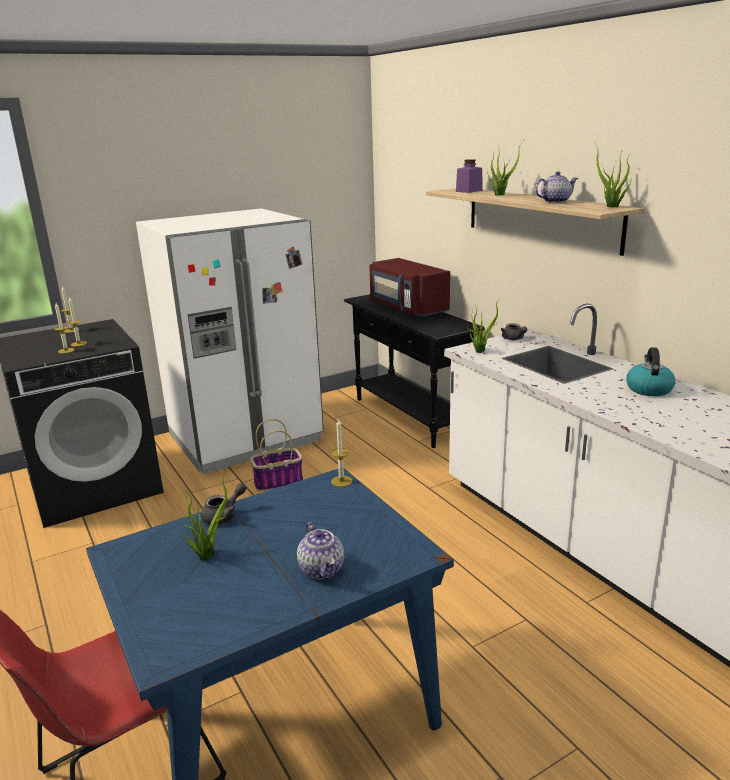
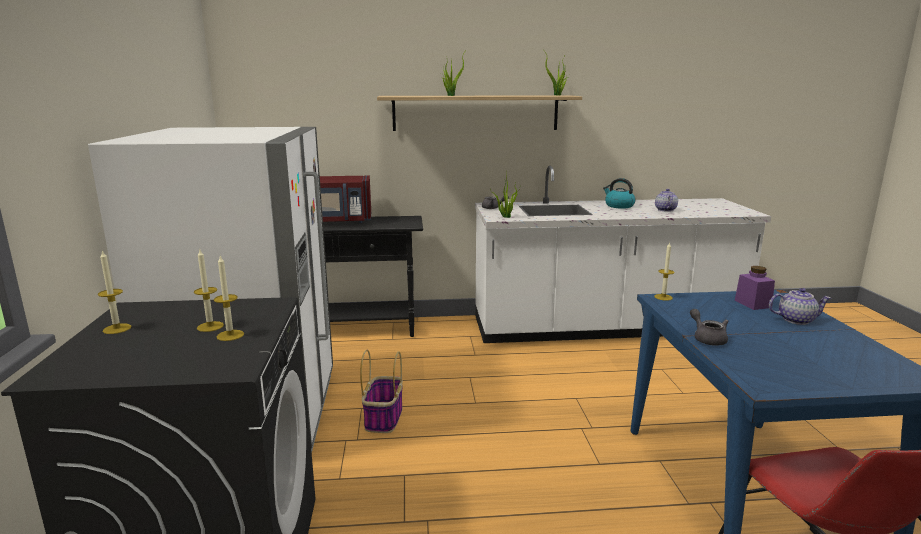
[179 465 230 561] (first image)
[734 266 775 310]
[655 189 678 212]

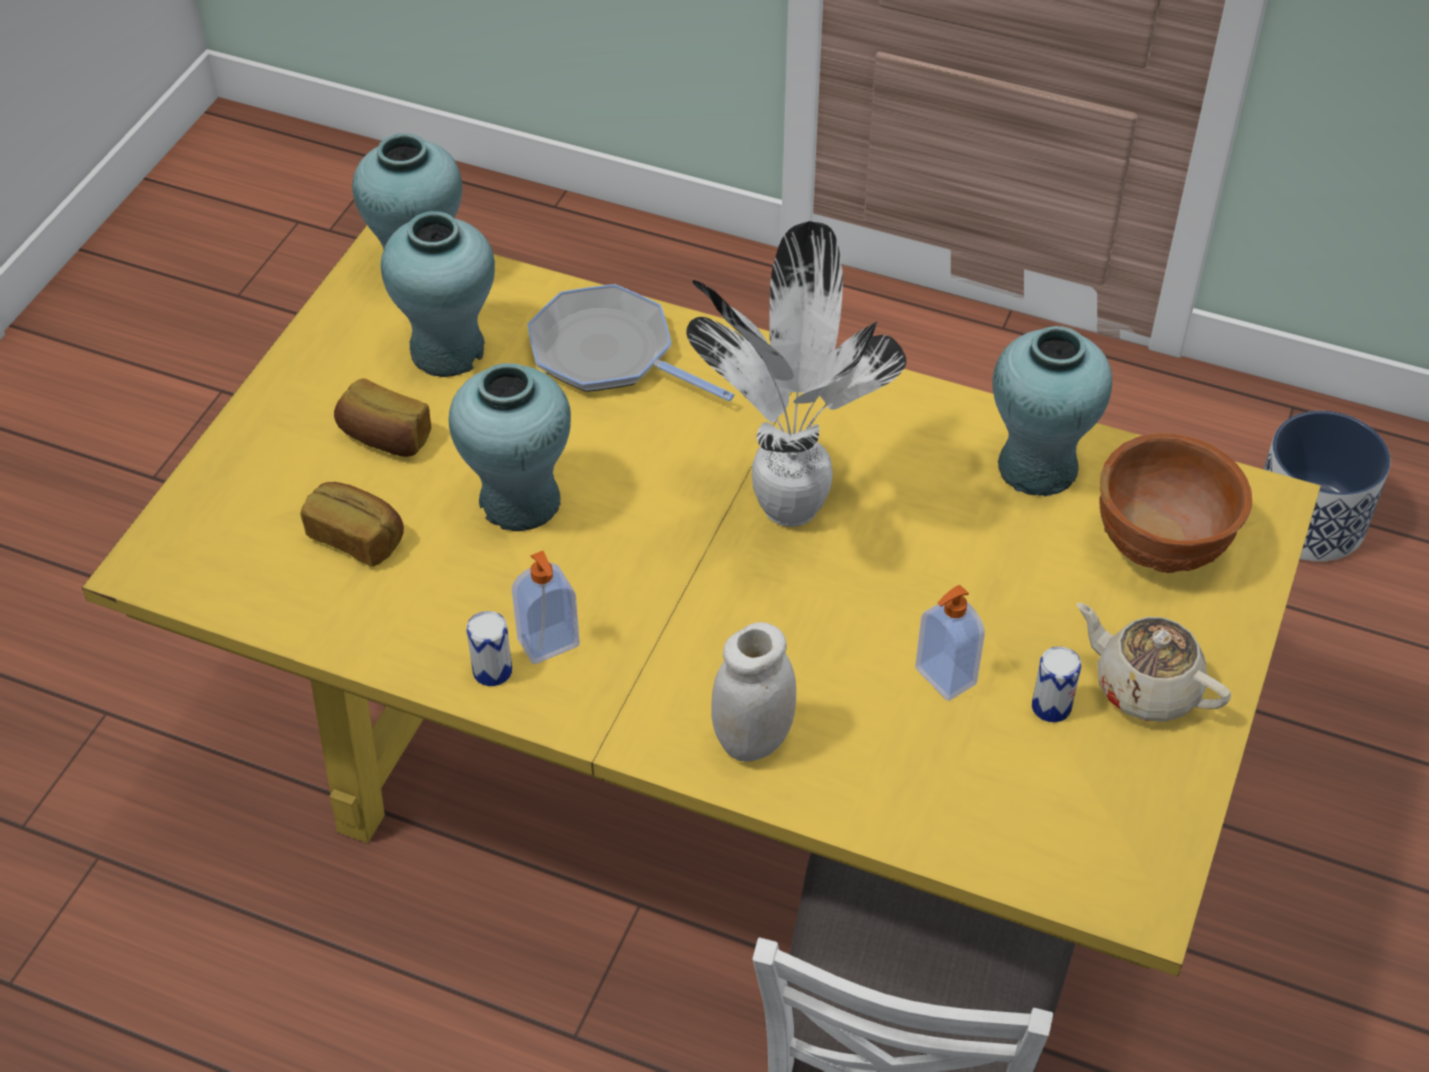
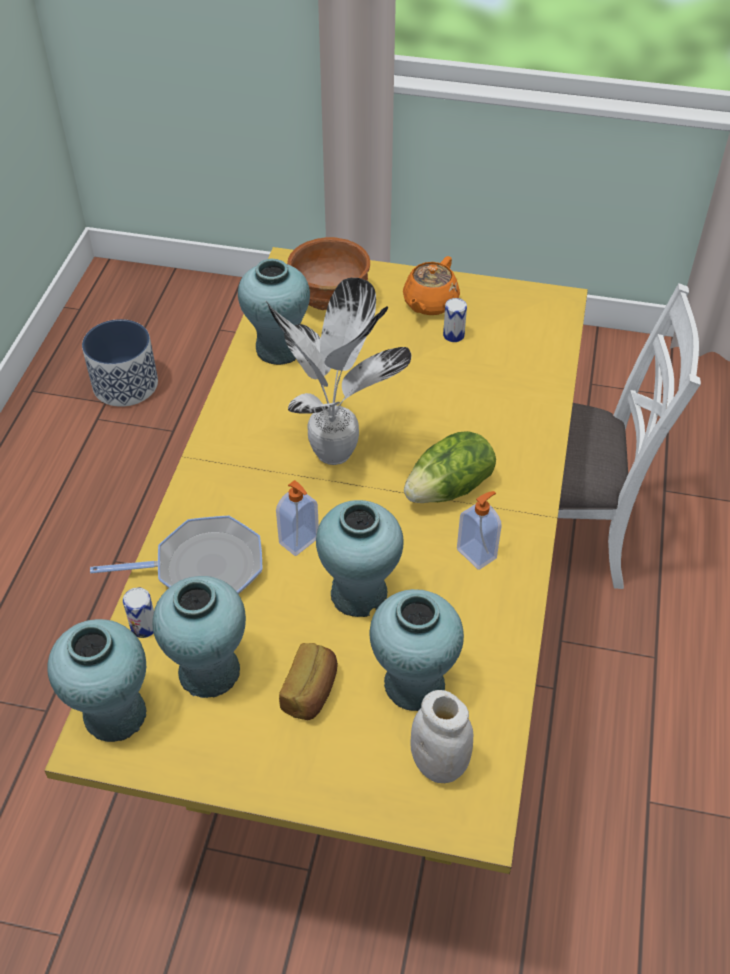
[404 431 496 503]
[123 587 154 638]
[410 690 473 783]
[276 480 319 556]
[369 589 464 711]
[403 256 460 315]
[90 515 262 594]

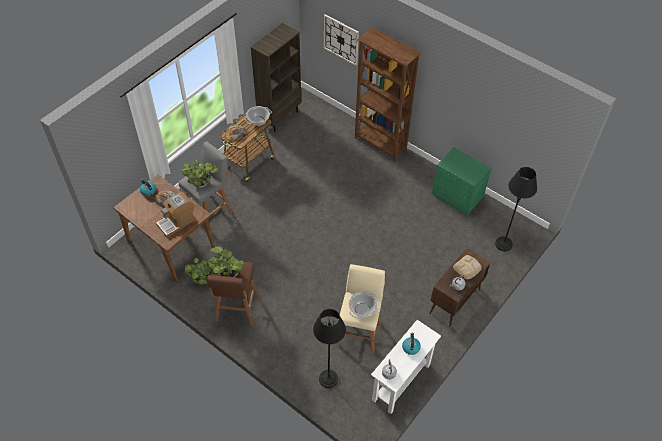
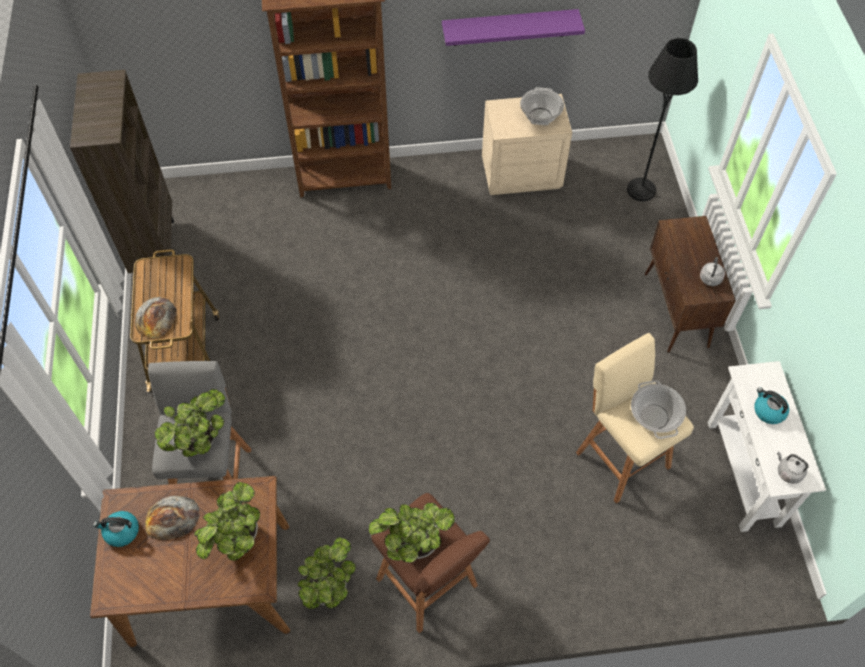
[313 309 346 388] (first image)
[324 14 359 66] (first image)
[453 255 482 279] (first image)
[442 9 585 46]
[520 87 564 126]
[194 482 260 561]
[482 94 572 195]

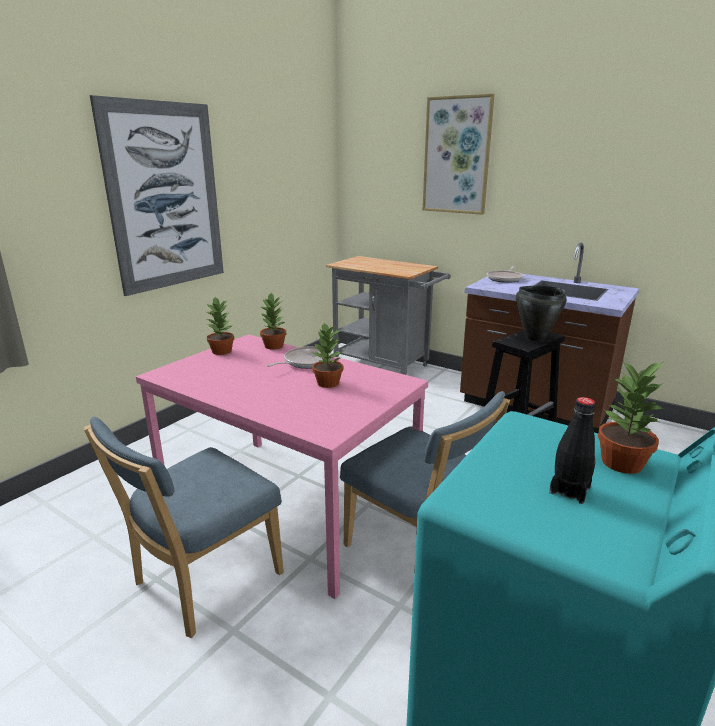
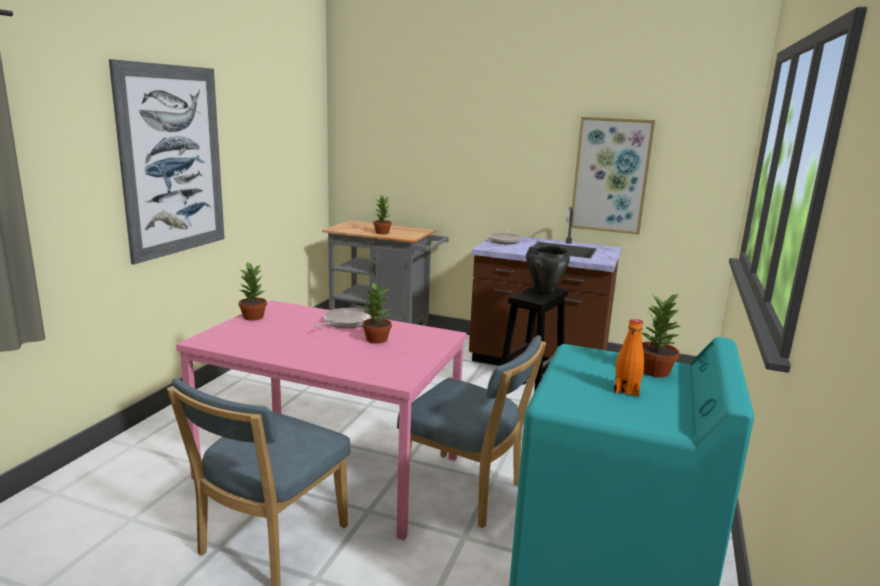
[373 195 392 234]
[572 117 655 235]
[613 319 644 397]

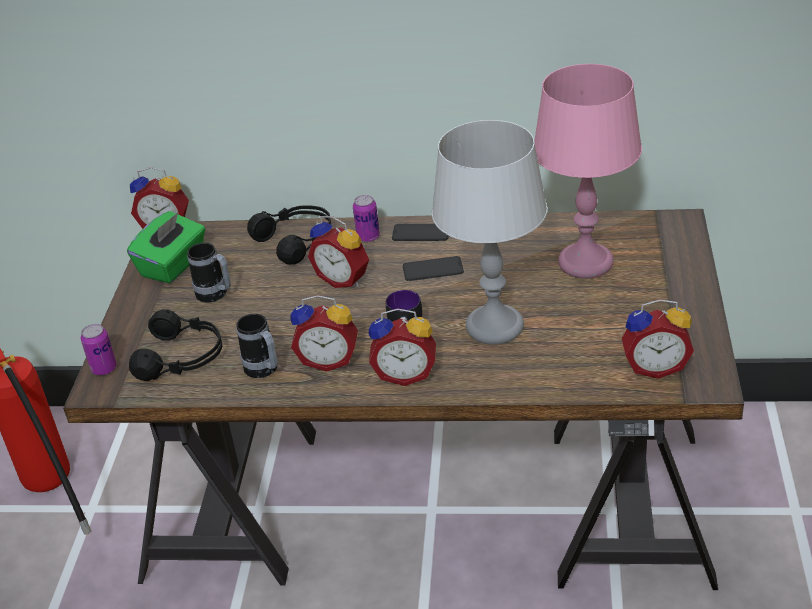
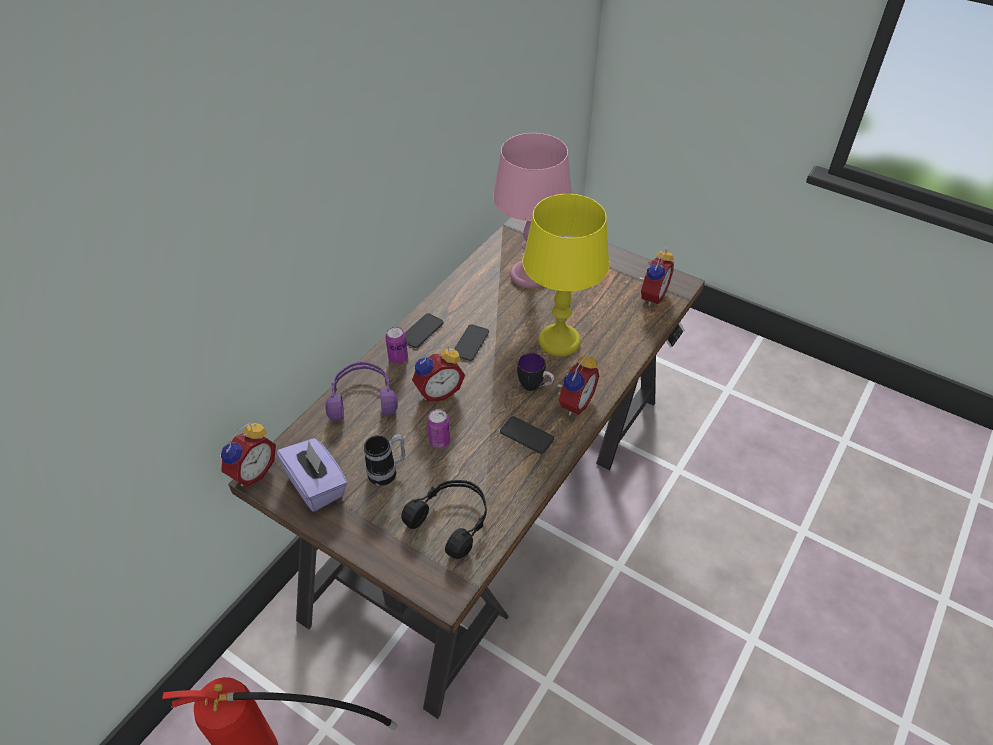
[236 314 278 378] (first image)
[427 409 450 449]
[500 416 554 454]
[276 438 347 512]
[325 362 398 421]
[522 194 610 357]

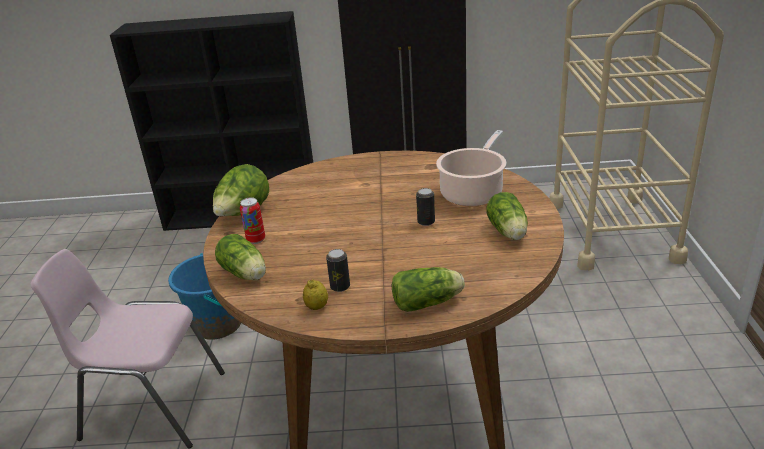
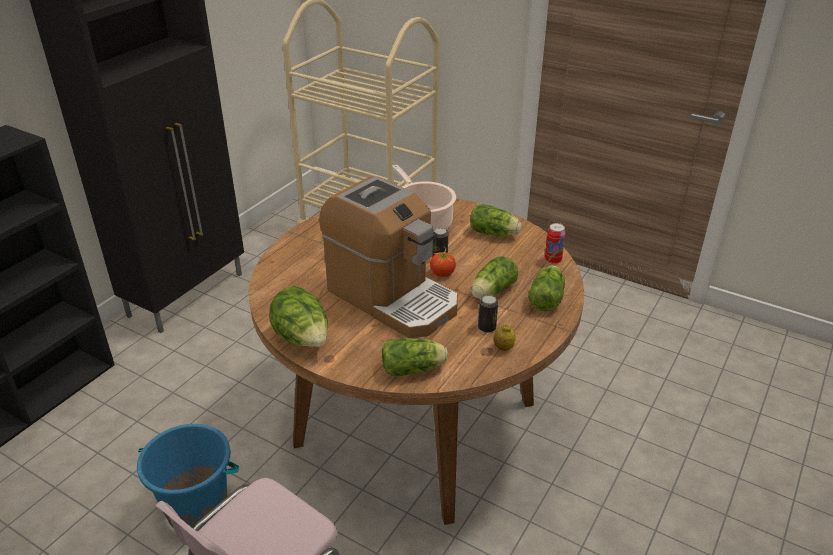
[319 176 458 338]
[430 248 456 277]
[471 256 518 299]
[545 223 566 264]

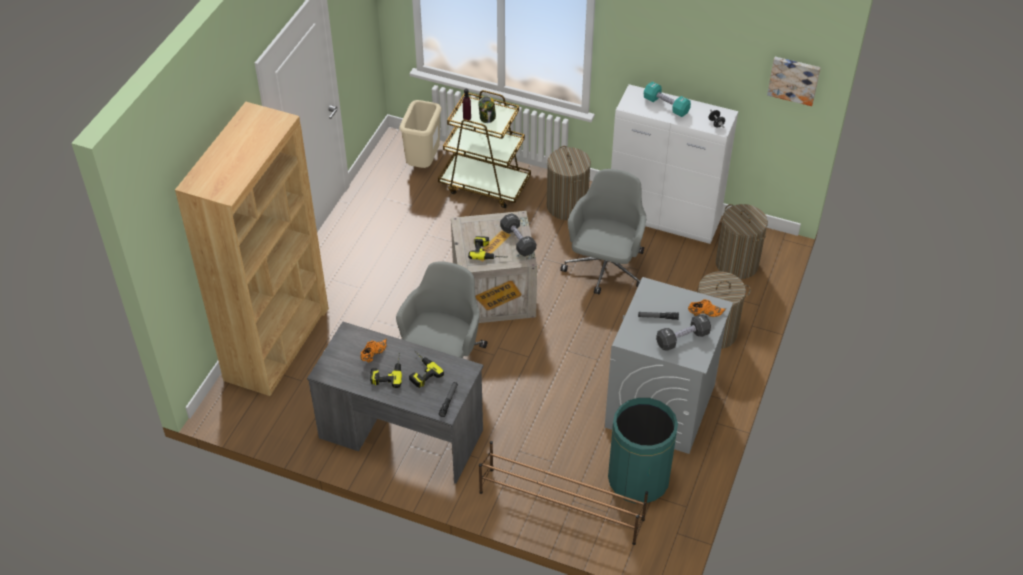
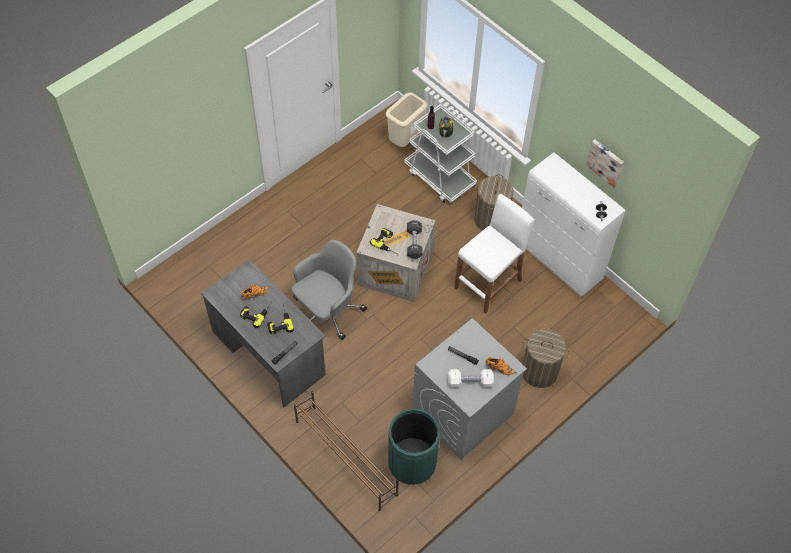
[175 102 329 396] (first image)
[644 82 691 117] (first image)
[716 204 768 279] (first image)
[586 139 624 188]
[454 194 534 314]
[404 104 477 203]
[448 369 494 387]

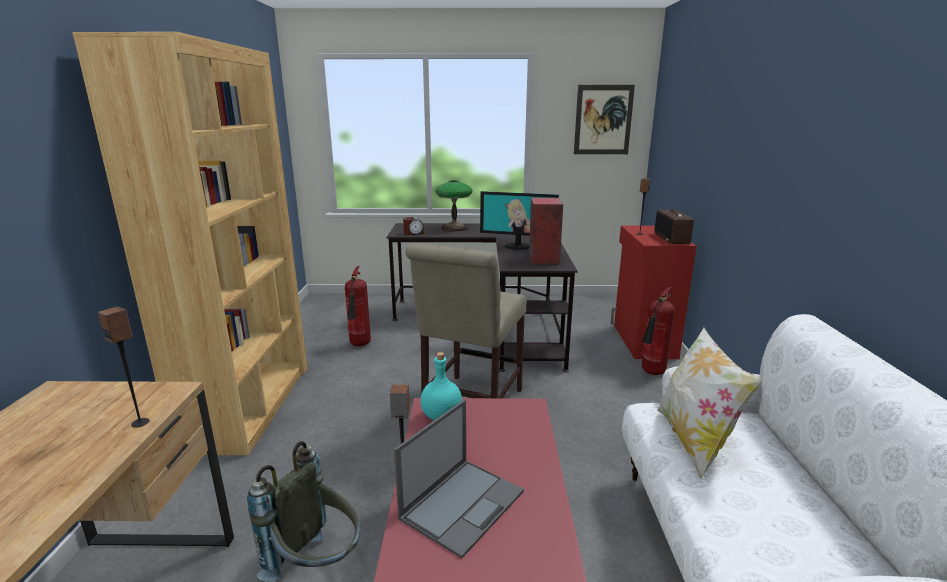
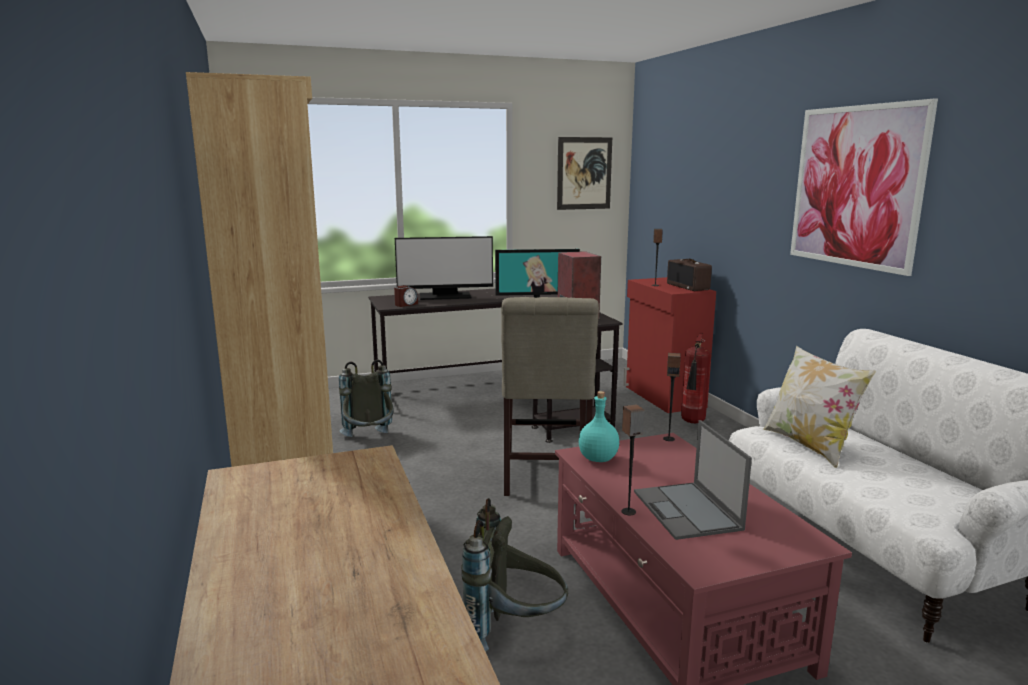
[790 98 938 276]
[663 353 681 441]
[339 359 394 437]
[395 236 493 300]
[634 420 752 540]

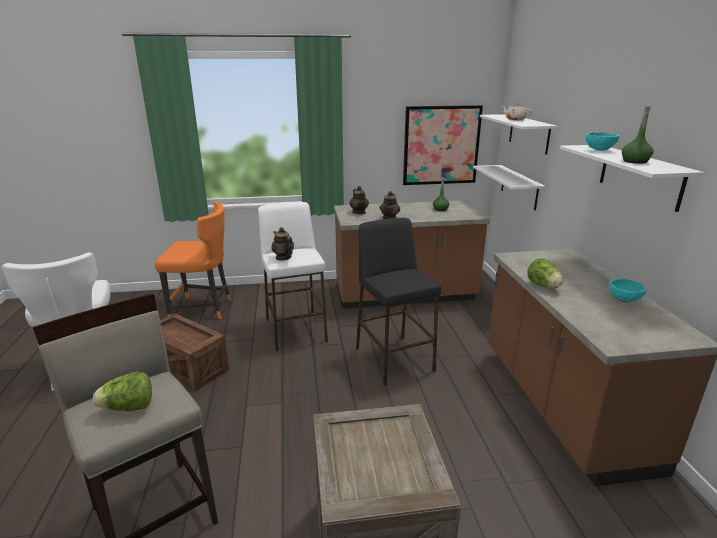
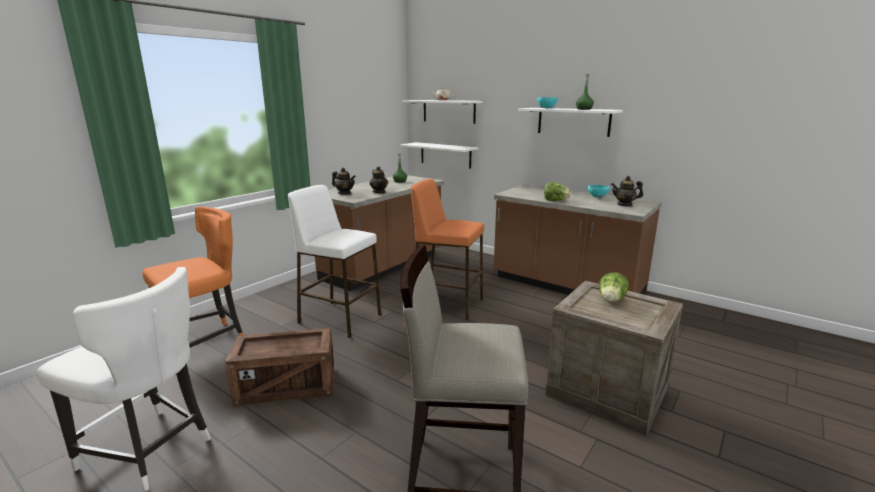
[403 105 483 185] (first image)
[599 272 628 302]
[611 176 643 206]
[411 179 484 320]

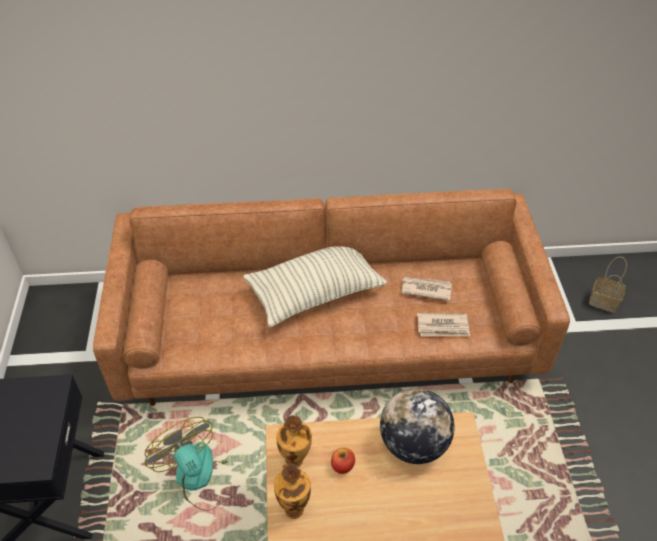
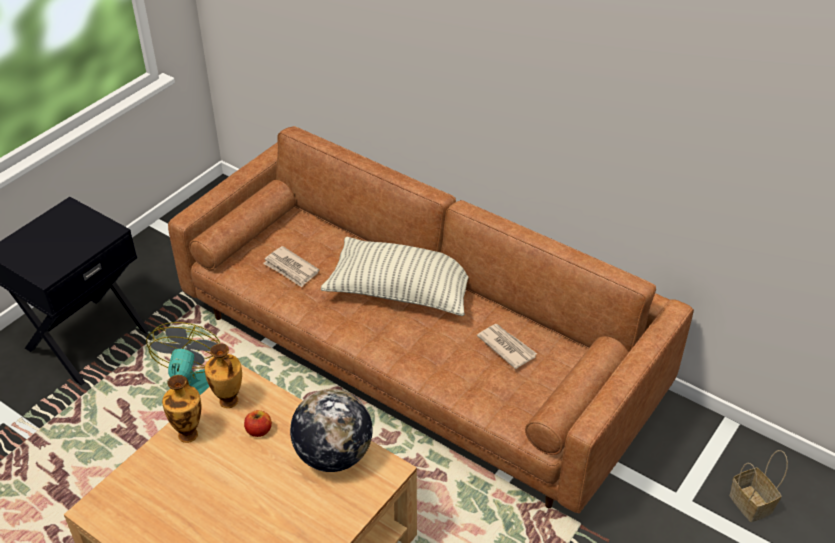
[263 246 319 287]

